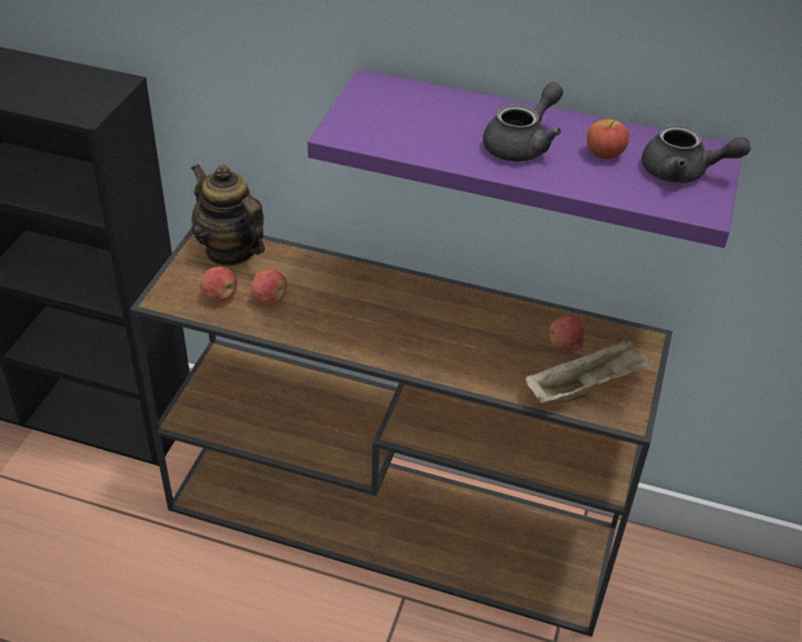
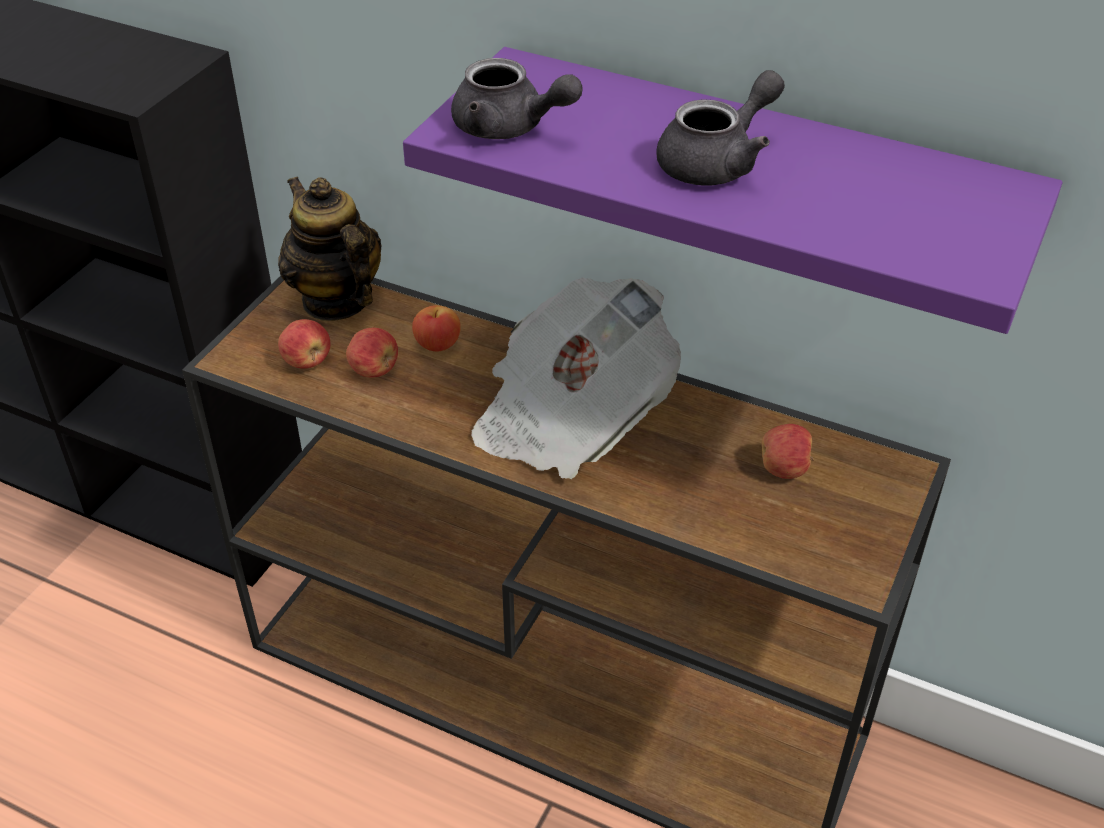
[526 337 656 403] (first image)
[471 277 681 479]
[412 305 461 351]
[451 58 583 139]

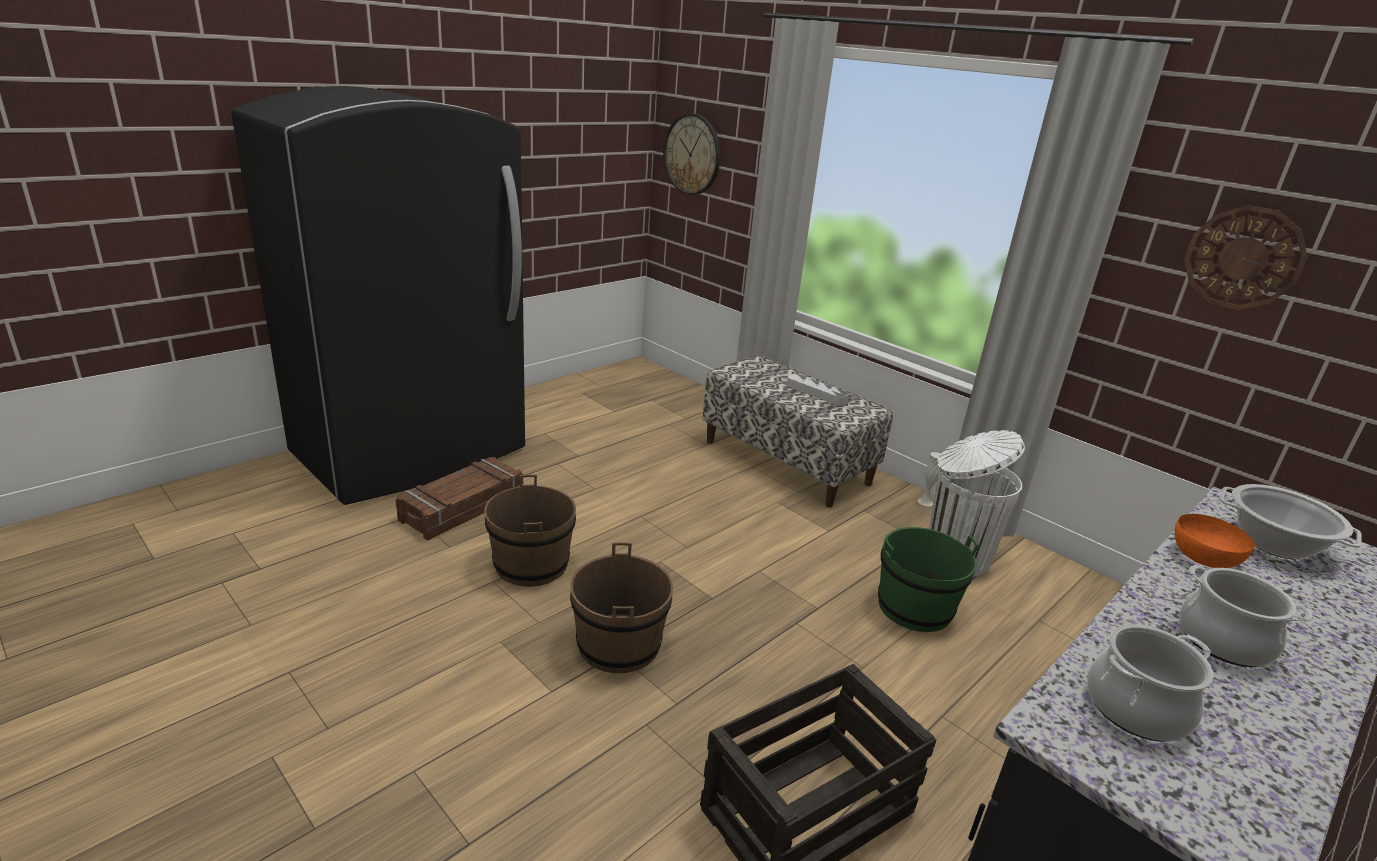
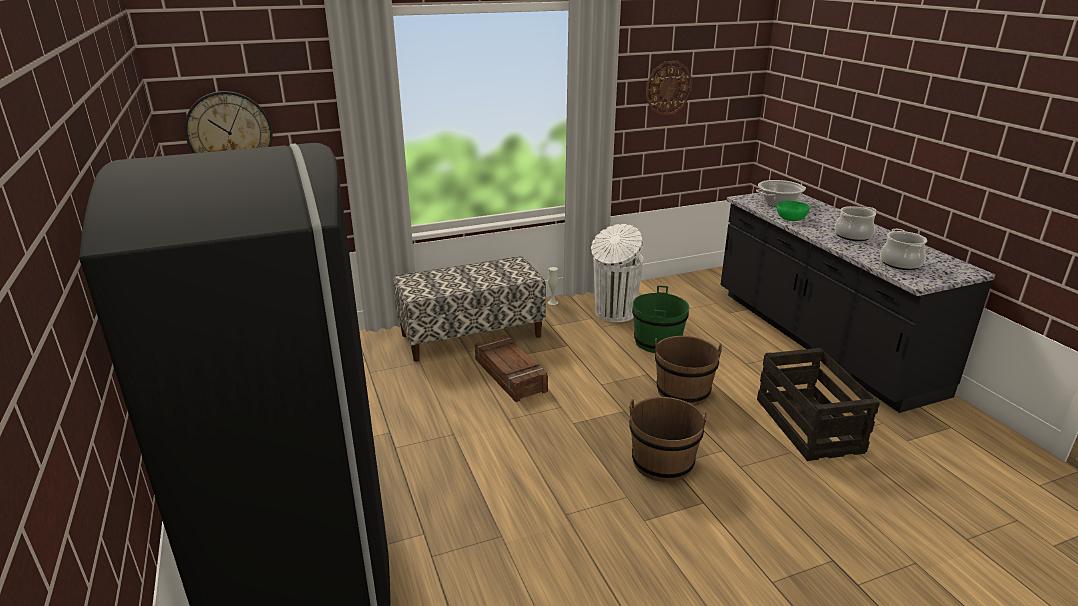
[787 374 849 405] (first image)
[475 335 548 402]
[655 336 722 406]
[777 201 810 221]

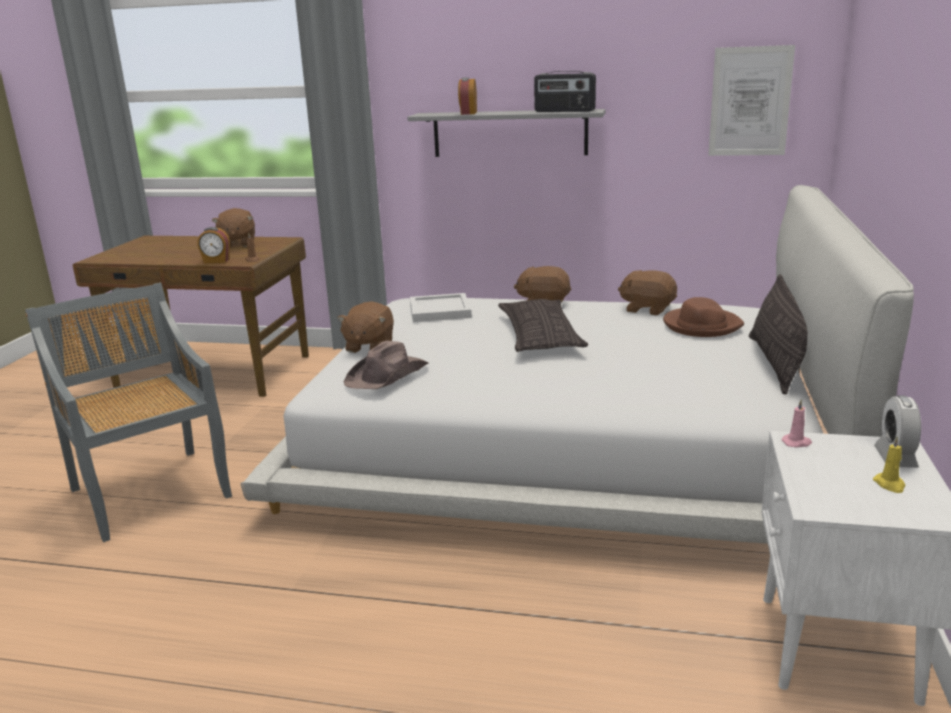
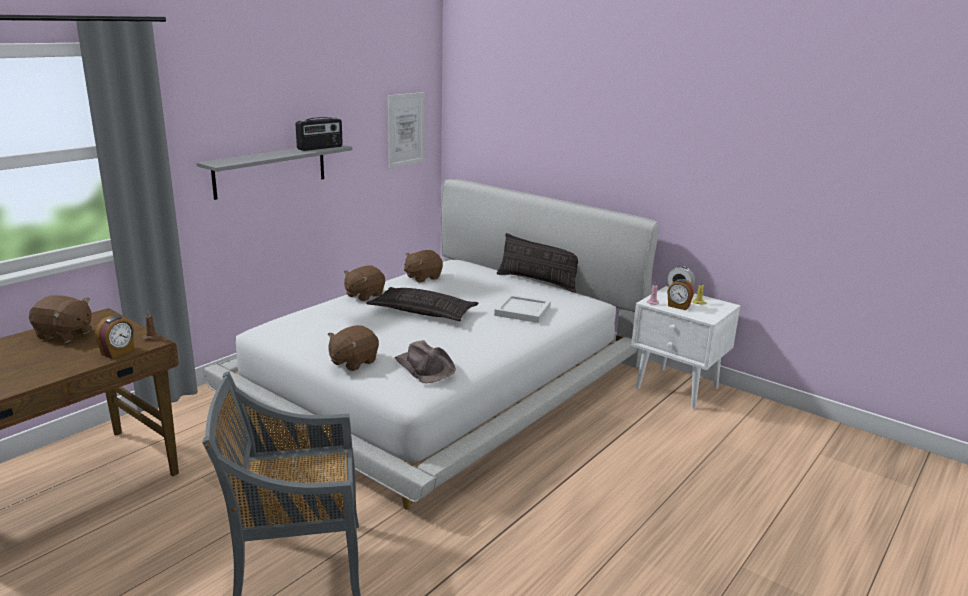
[663 297 744 337] (first image)
[494 294 551 323]
[667 279 694 310]
[328 325 379 371]

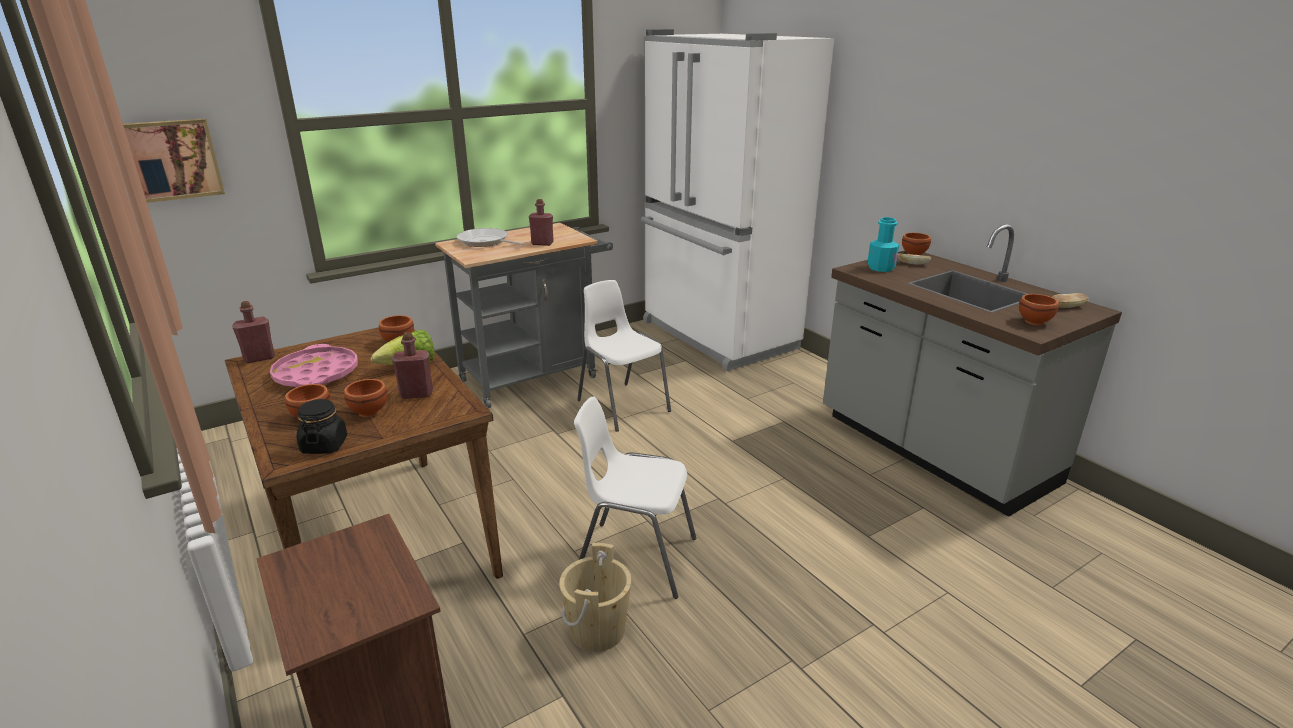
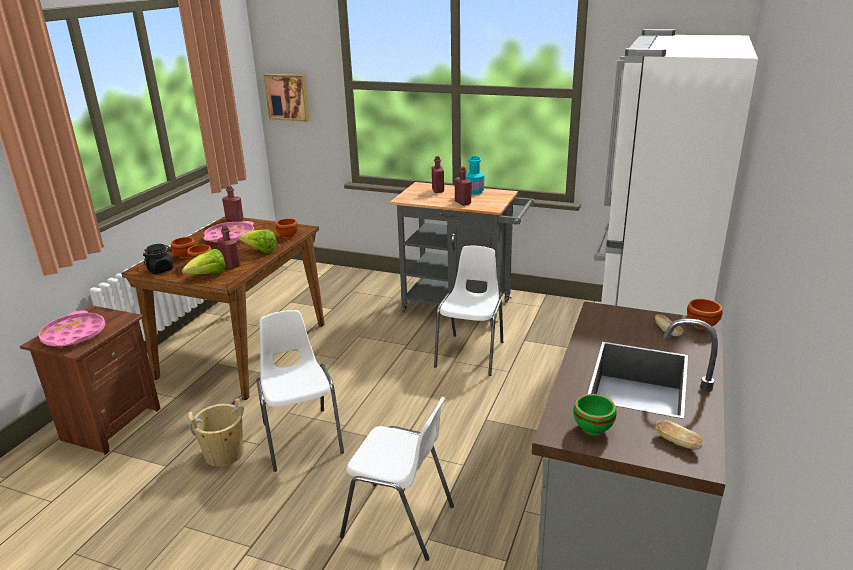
[38 310 106 346]
[182 249 225 275]
[340 397 454 561]
[466 156 484 194]
[432 156 444 193]
[573 394 617 435]

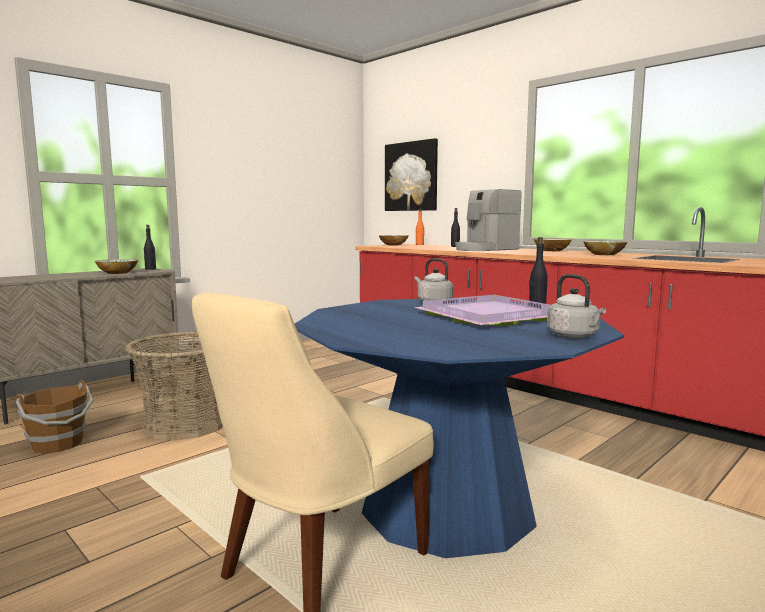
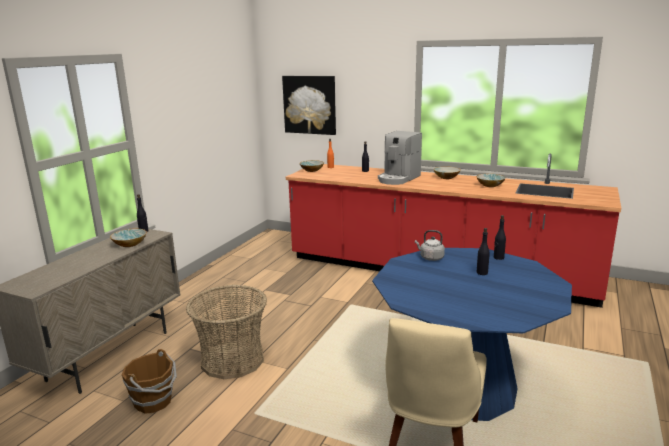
[547 274 606 338] (first image)
[477 228 490 275]

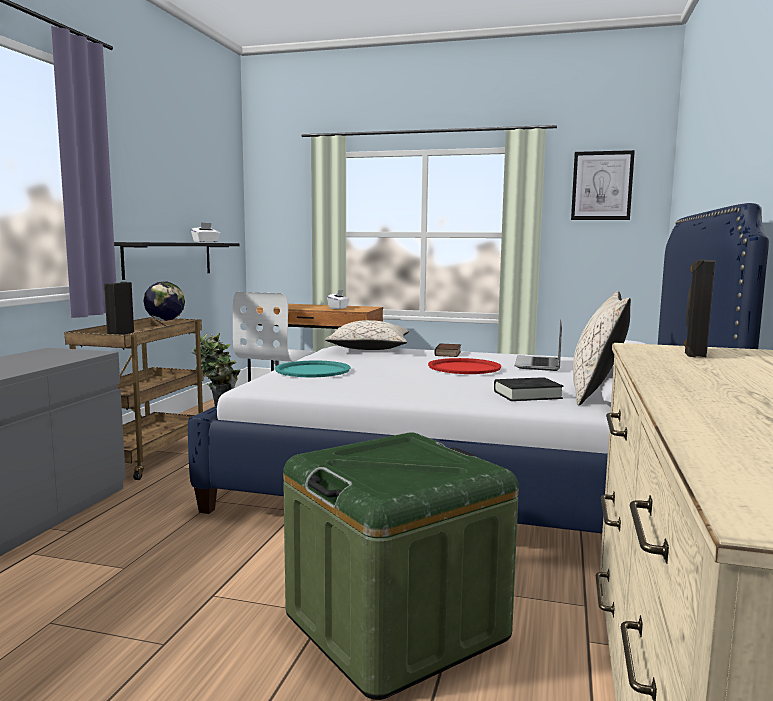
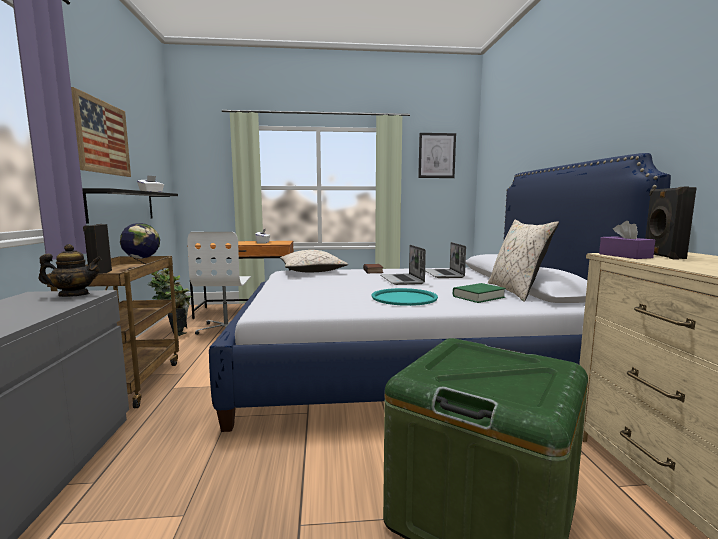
[39 244 102 297]
[71 87 131 177]
[599 221 655 259]
[371 288 438 306]
[380 245 426 285]
[453 283 506 303]

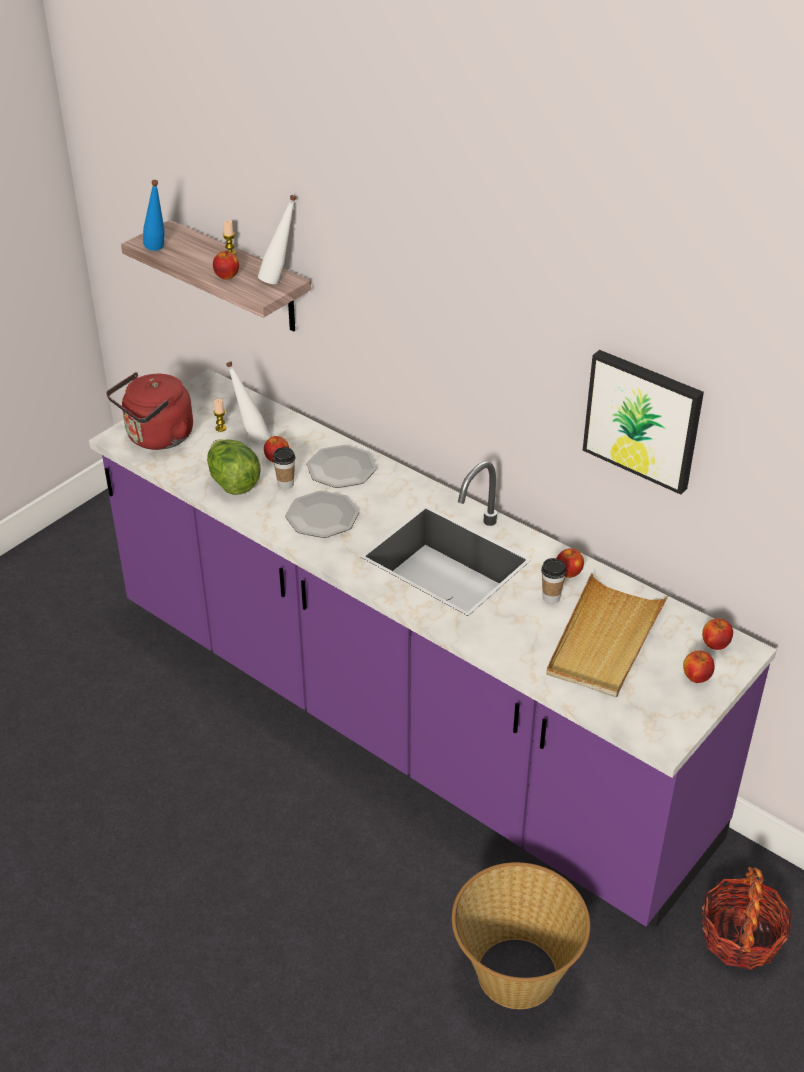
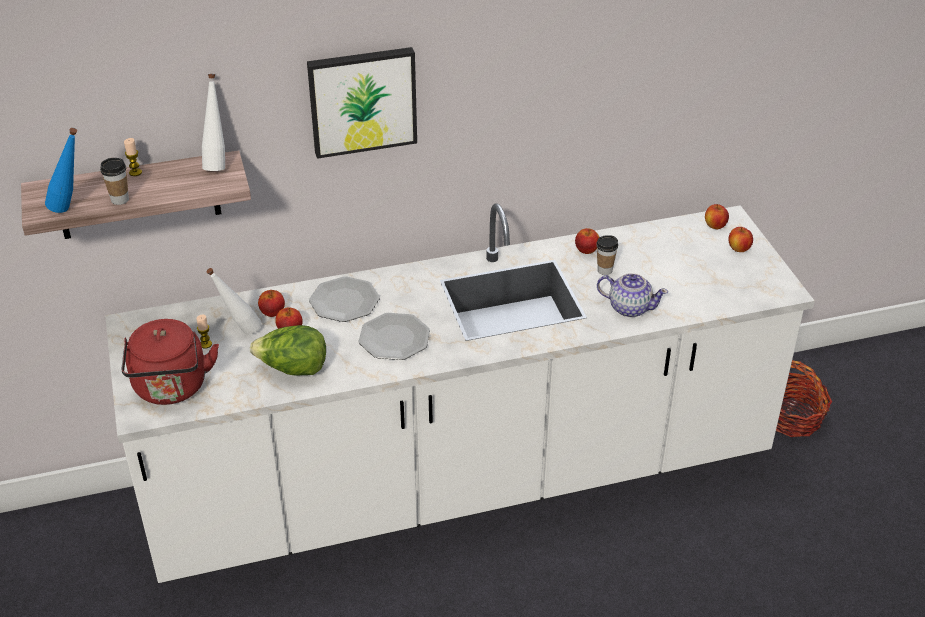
[452 862 590 1009] (first image)
[546 573 668 698] (first image)
[597 273 668 317]
[258 290 285 317]
[100 158 129 205]
[307 47 417 159]
[105 203 815 583]

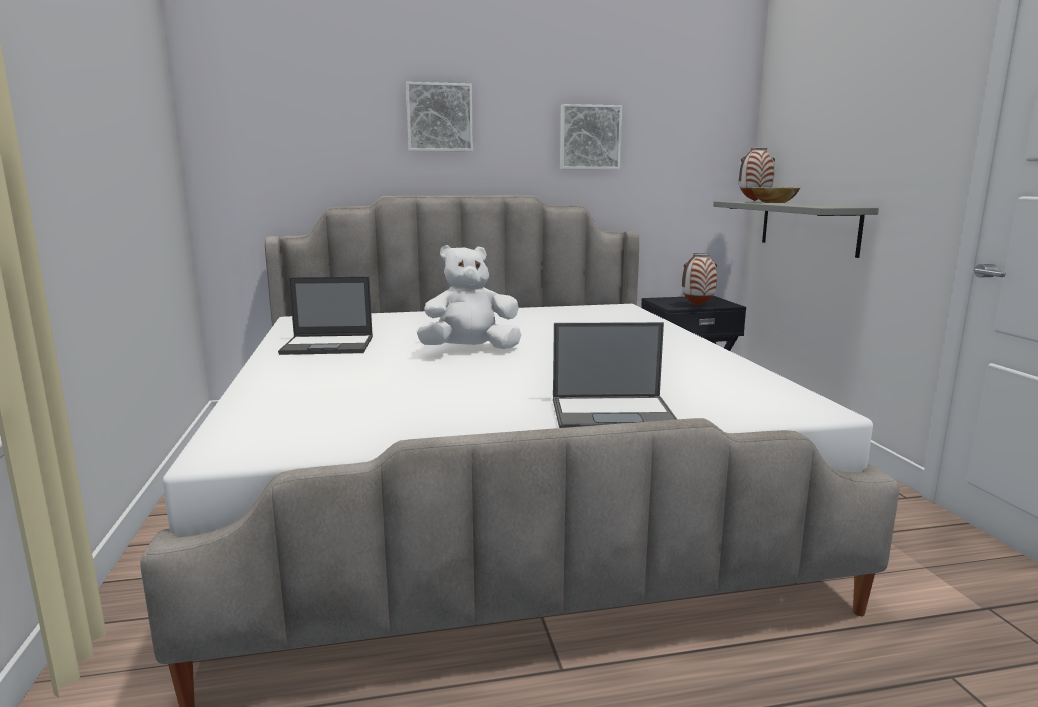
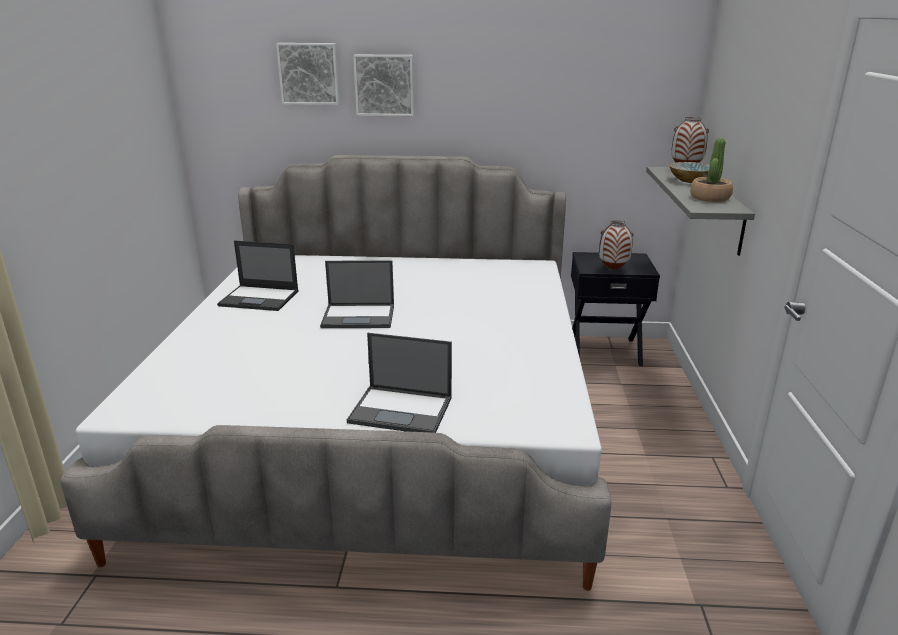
[690 137 733 202]
[276 43 340 105]
[320 260 394 328]

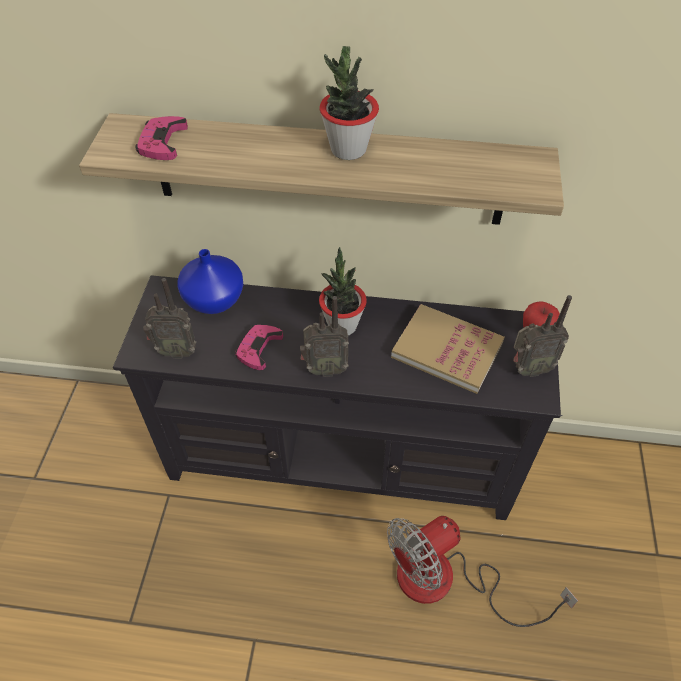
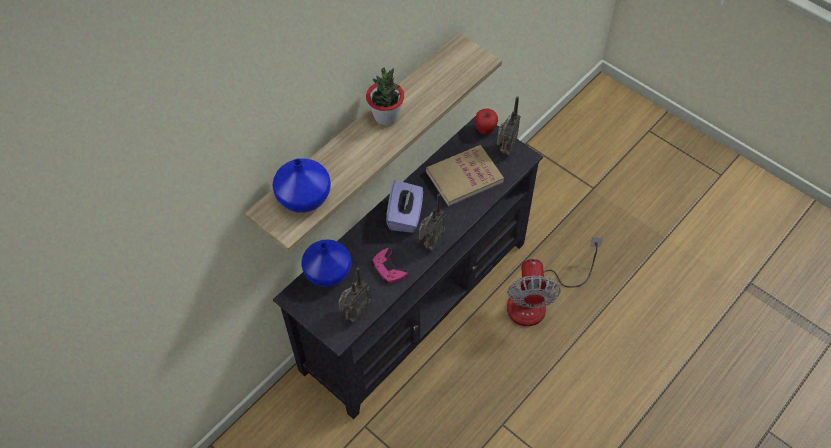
[272 159 331 213]
[386 180 423 233]

